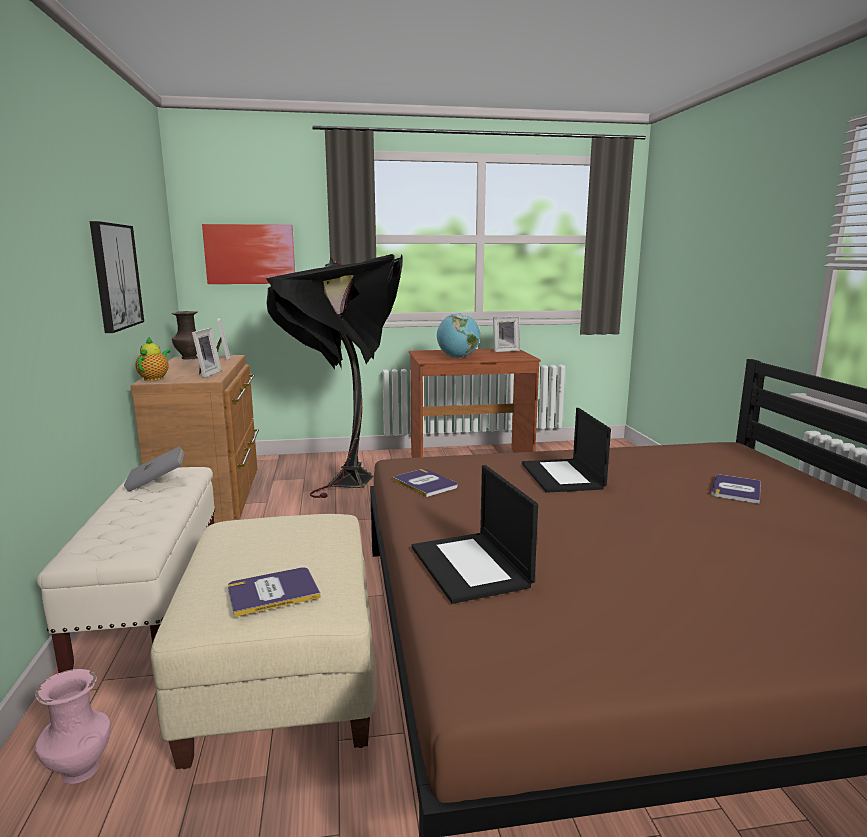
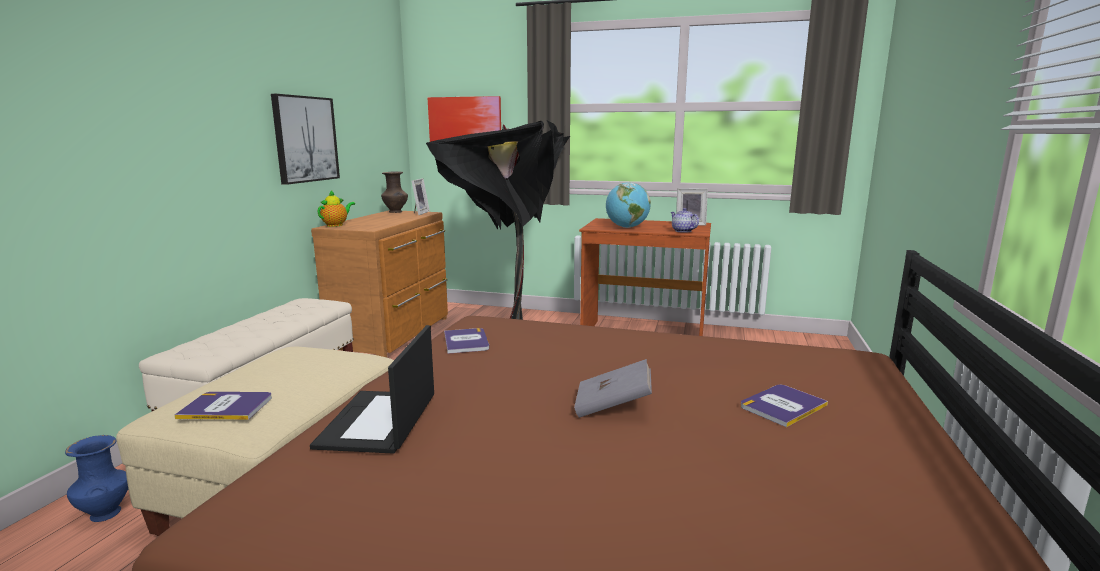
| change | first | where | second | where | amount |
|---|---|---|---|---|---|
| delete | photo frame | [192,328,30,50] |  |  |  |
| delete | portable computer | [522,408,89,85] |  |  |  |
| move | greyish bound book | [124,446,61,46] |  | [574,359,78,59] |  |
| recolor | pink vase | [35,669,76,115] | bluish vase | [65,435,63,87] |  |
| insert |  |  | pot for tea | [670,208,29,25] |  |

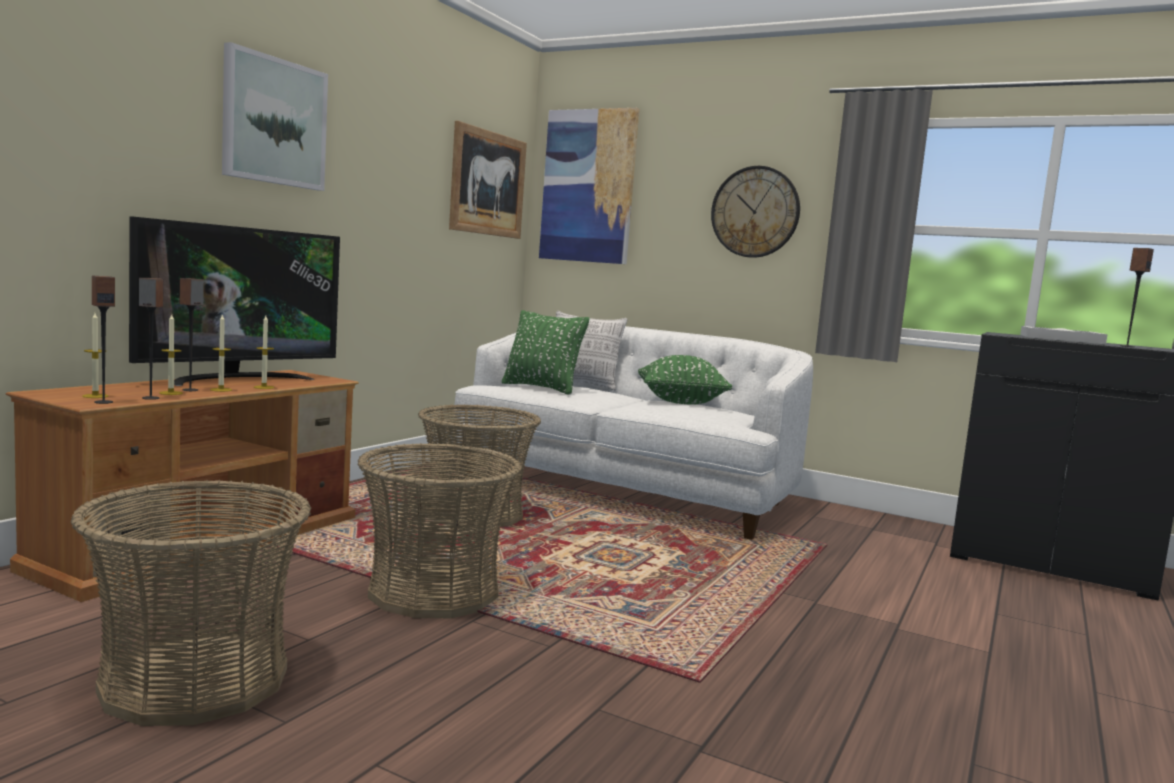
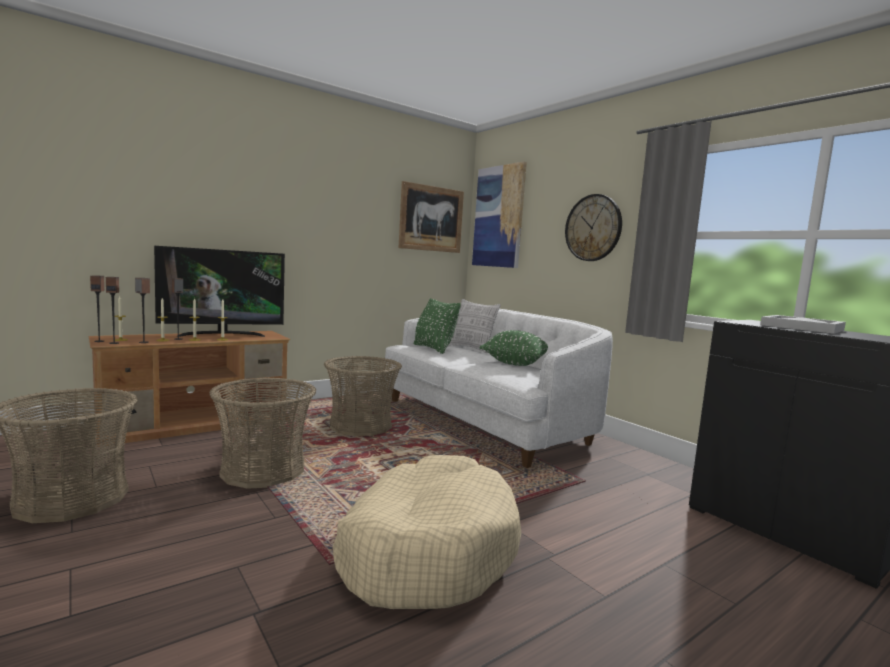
| change | first | where | second | where | amount |
|---|---|---|---|---|---|
| delete | picture | [222,42,106,149] |  |  |  |
| move | audio speaker | [1120,248,34,99] |  | [90,275,15,67] |  |
| insert |  |  | beige-coloured dog cushion | [333,455,188,154] |  |

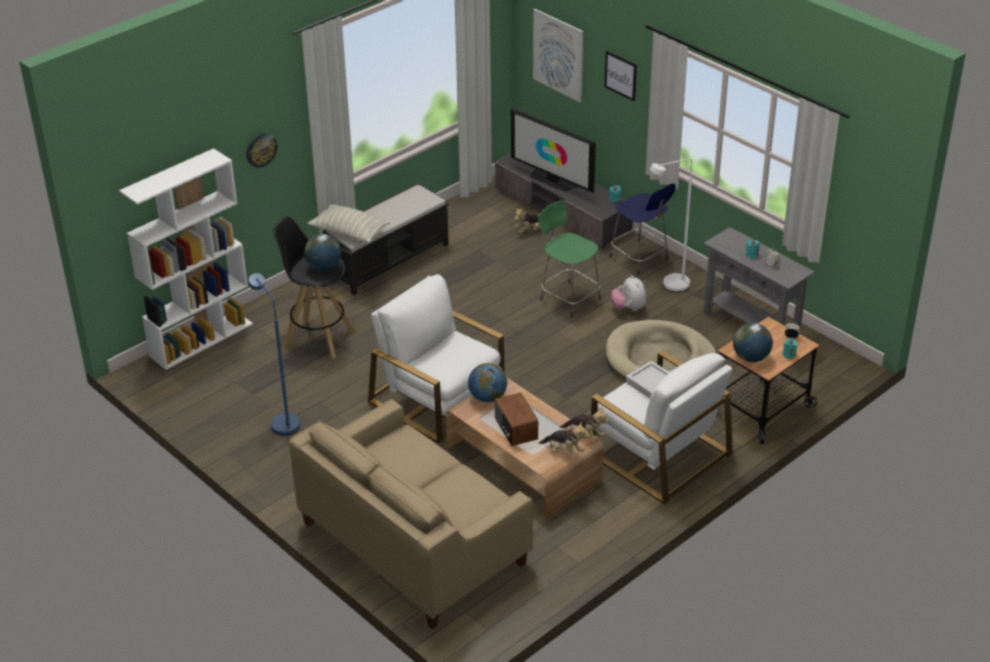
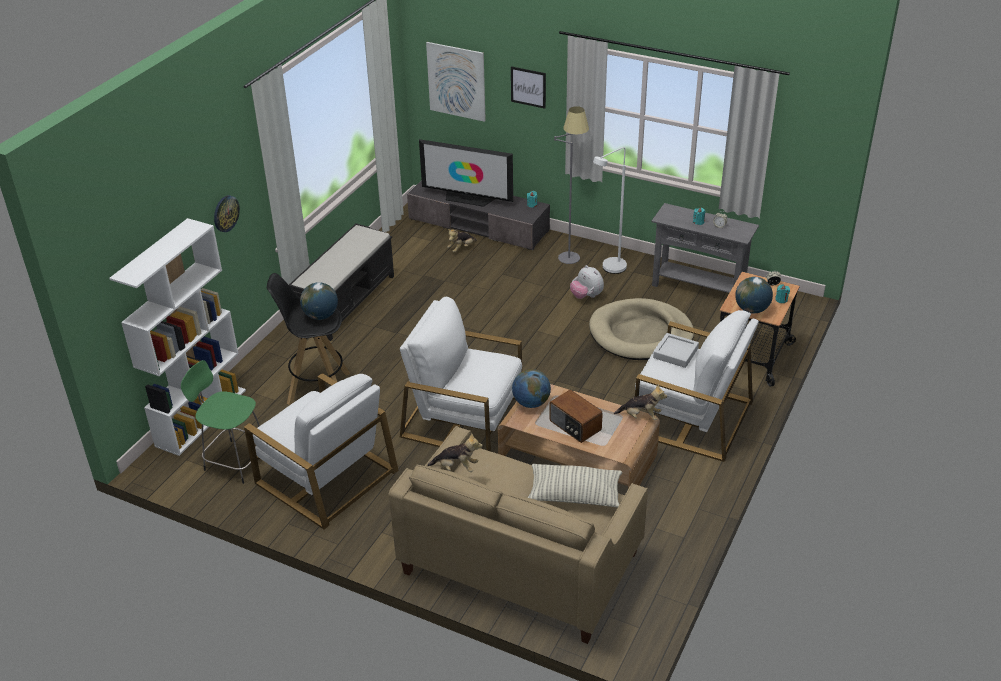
| change | first | where | second | where | amount |
|---|---|---|---|---|---|
| replace | bluish sitting stool | [610,184,66,91] | greyish standing lamp | [554,106,35,158] |  |
| move | green-coloured sitting stool | [538,201,63,117] |  | [181,360,79,124] |  |
| move | cushion | [307,204,83,39] |  | [528,464,94,44] |  |
| replace | bluish standing lamp | [248,273,52,162] | whitish armchair | [244,373,155,156] |  |
| move | soft toy | [538,421,51,37] |  | [427,432,56,40] |  |

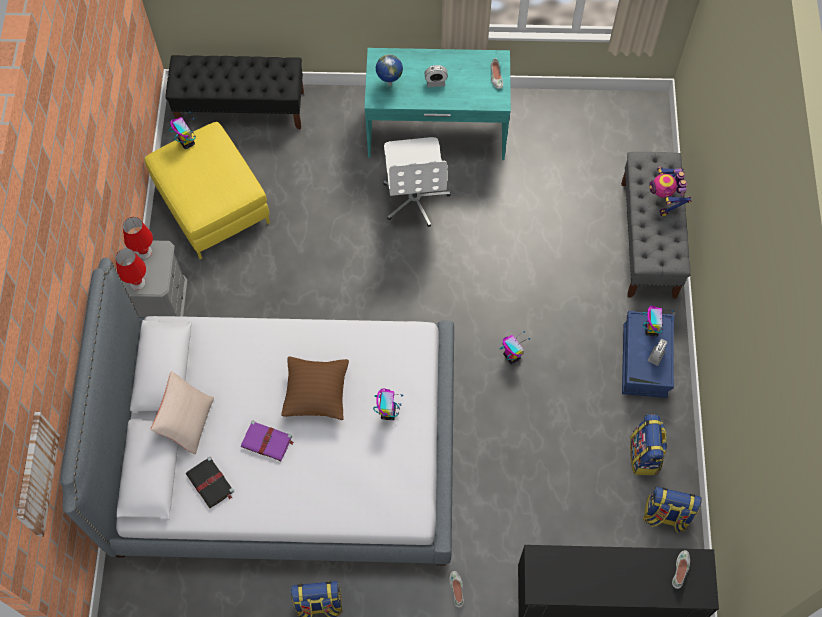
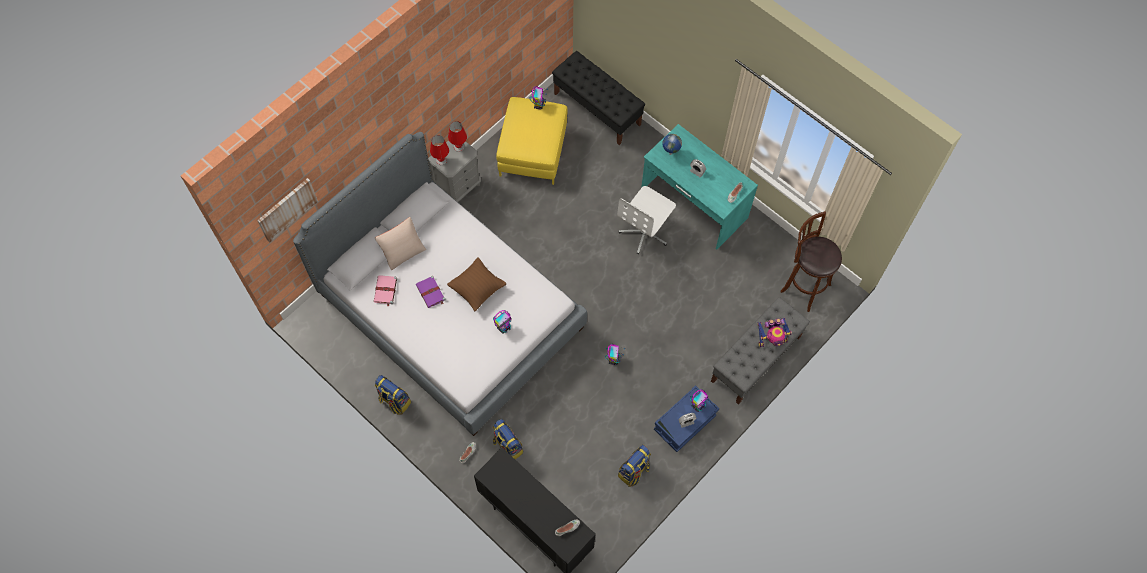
| change | first | where | second | where | amount |
|---|---|---|---|---|---|
| rotate | toy robot | [649,167,43,49] |  | [757,318,35,29] | 135 degrees counterclockwise |
| recolor | black-coloured bound book | [186,457,49,51] | pink bound book | [374,275,23,31] |  |
| move | knapsack | [643,487,59,46] |  | [492,419,31,40] |  |
| insert |  |  | brown-coloured sitting stool | [781,212,61,100] |  |

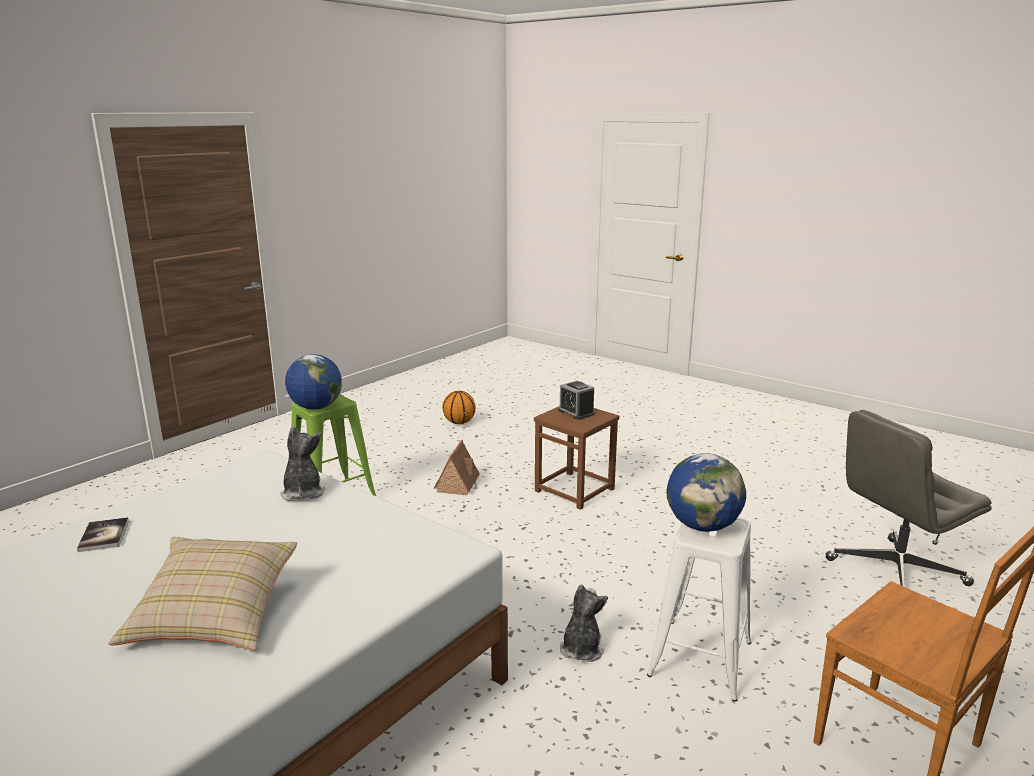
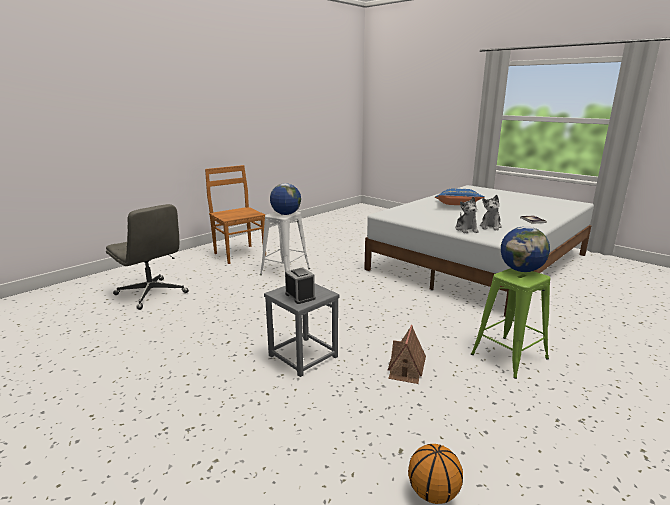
| change | first | where | second | where | amount |
|---|---|---|---|---|---|
| recolor | brown-coloured sitting stool | [534,406,85,104] | greyish sitting stool | [264,284,75,93] |  |
| rotate | greyish office chair | [825,410,167,177] |  | [106,204,83,106] | 60 degrees clockwise |
| recolor | beige-coloured cushion | [108,537,189,113] | bluish cushion | [435,189,50,16] |  |
| move | soft toy | [560,584,48,78] |  | [480,195,22,36] |  |

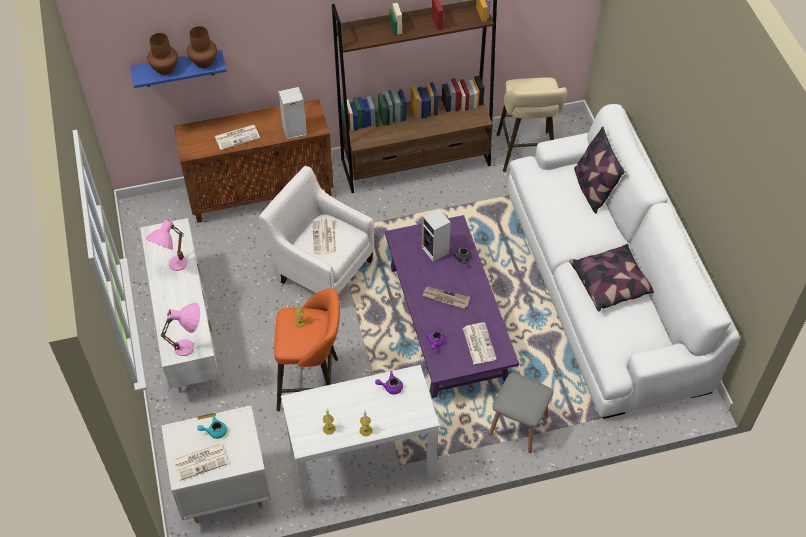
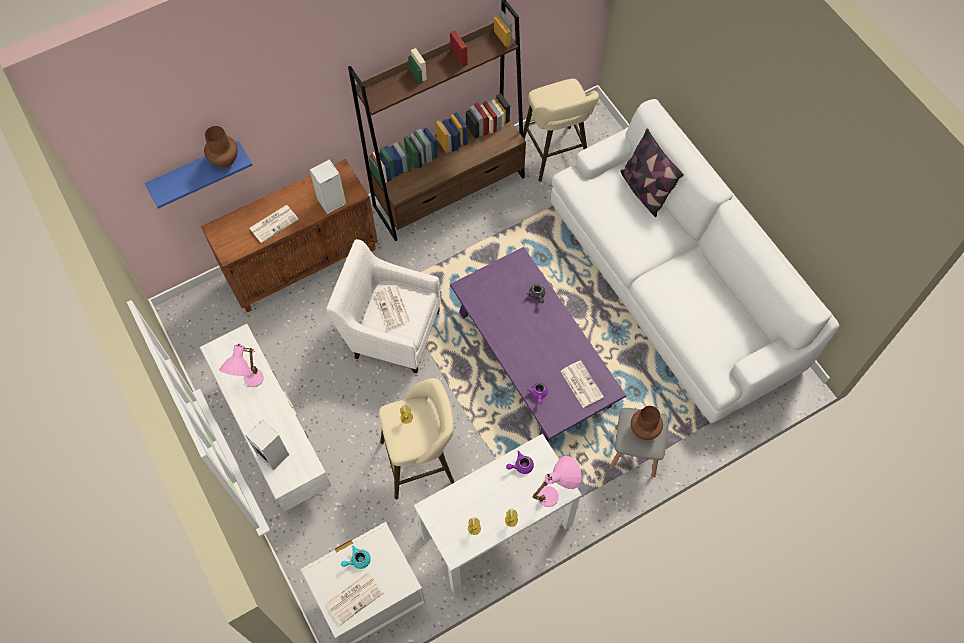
| change | first | where | second | where | amount |
|---|---|---|---|---|---|
| move | brown-coloured vase | [147,33,31,42] |  | [631,406,32,34] |  |
| move | audio speaker | [422,208,29,54] |  | [245,420,44,50] |  |
| delete | cushion | [569,244,85,67] |  |  |  |
| delete | printed paper | [422,287,48,22] |  |  |  |
| recolor | orange sitting stool | [274,288,66,123] | beige-coloured sitting stool | [379,378,75,121] |  |
| move | pink lamp for a table | [161,303,39,53] |  | [532,456,50,51] |  |

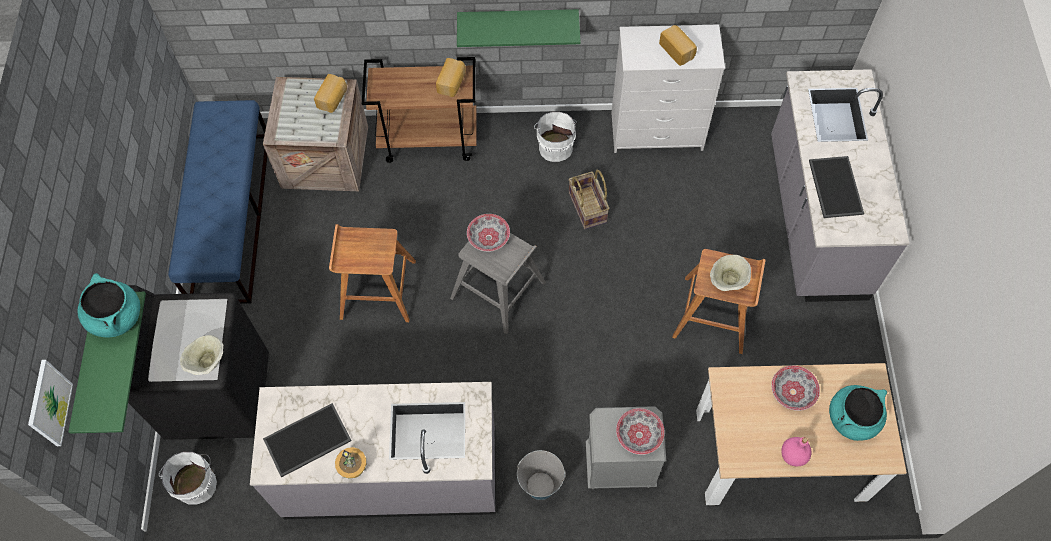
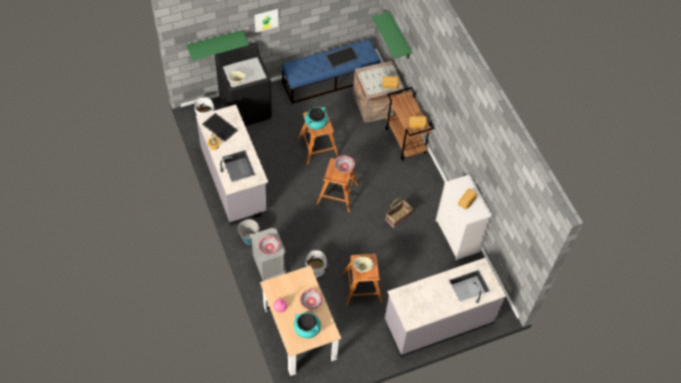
| change | first | where | second | where | amount |
|---|---|---|---|---|---|
| move | green-coloured bracket shelf | [457,9,124,38] |  | [372,12,41,47] |  |
| move | whitish bucket | [534,112,43,50] |  | [305,250,24,28] |  |
| move | tray | [809,156,55,62] |  | [325,46,34,22] |  |
| recolor | greyish sitting stool | [450,233,96,101] | brown-coloured sitting stool | [317,158,41,54] |  |
| move | turquoise-coloured stockpot | [77,273,63,65] |  | [305,107,23,23] |  |
| move | picture | [28,360,45,86] |  | [255,9,23,23] |  |

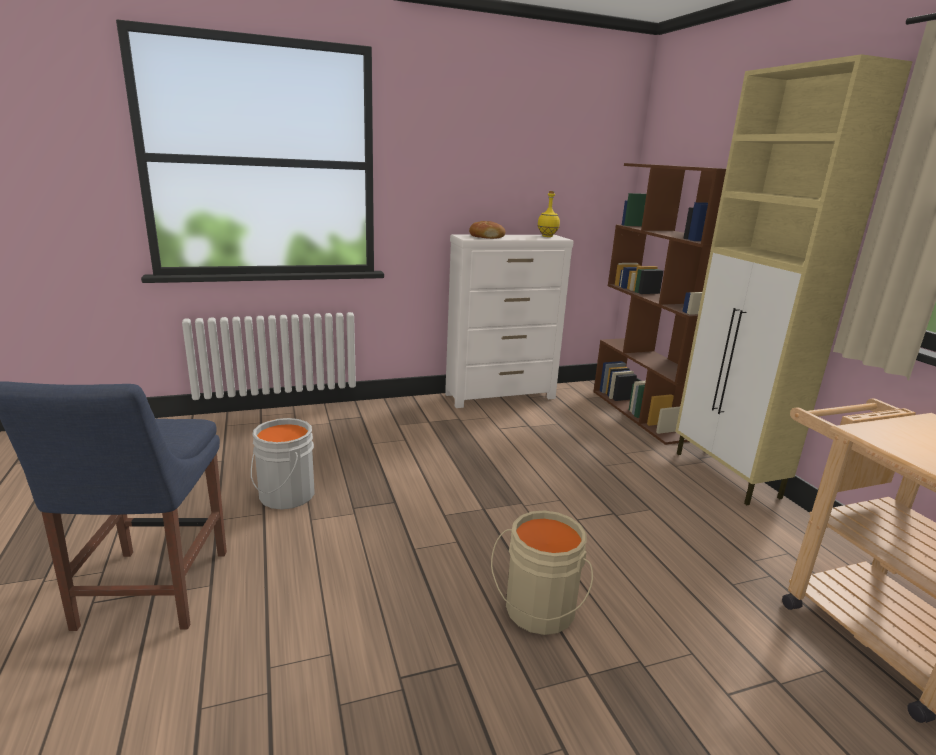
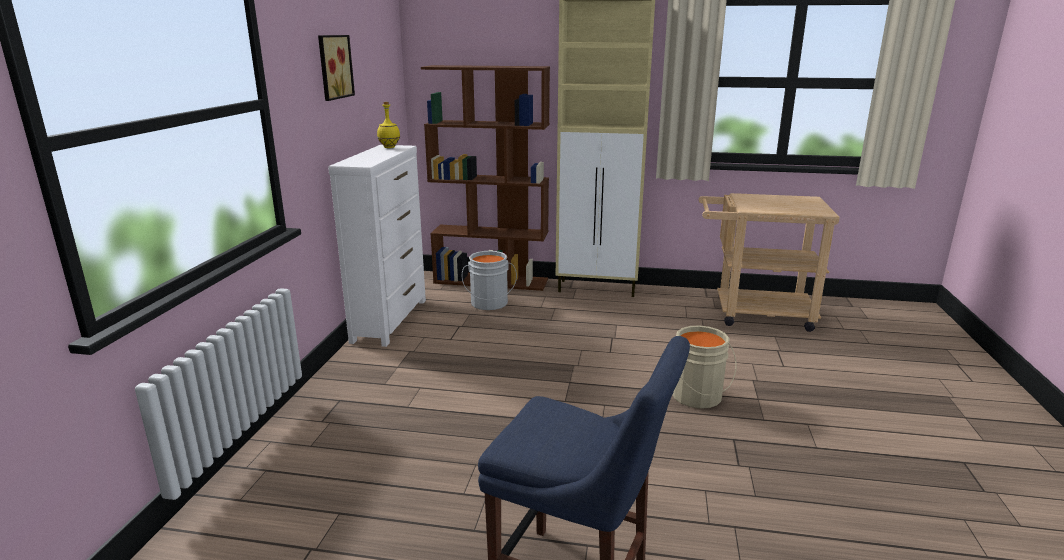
| change | first | where | second | where | amount |
|---|---|---|---|---|---|
| delete | bakery bread | [469,221,36,18] |  |  |  |
| move | greyish bucket | [251,418,64,92] |  | [462,251,55,59] |  |
| insert |  |  | picture | [318,35,37,66] |  |

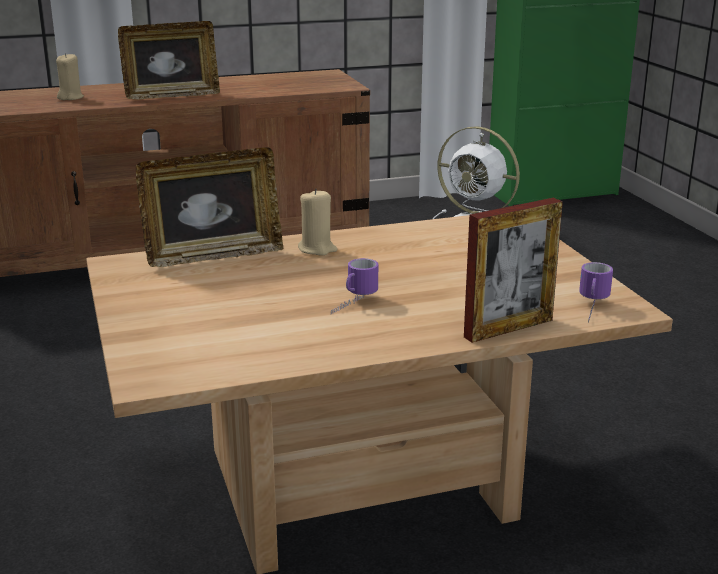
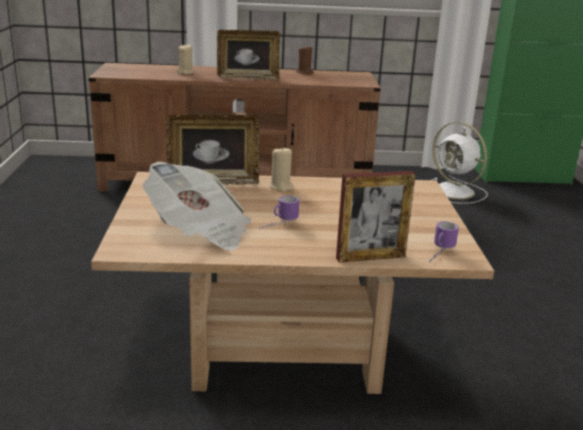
| change | first | where | second | where | amount |
|---|---|---|---|---|---|
| insert |  |  | brown-coloured candle | [296,46,18,28] |  |
| insert |  |  | printed paper | [143,162,108,88] |  |

